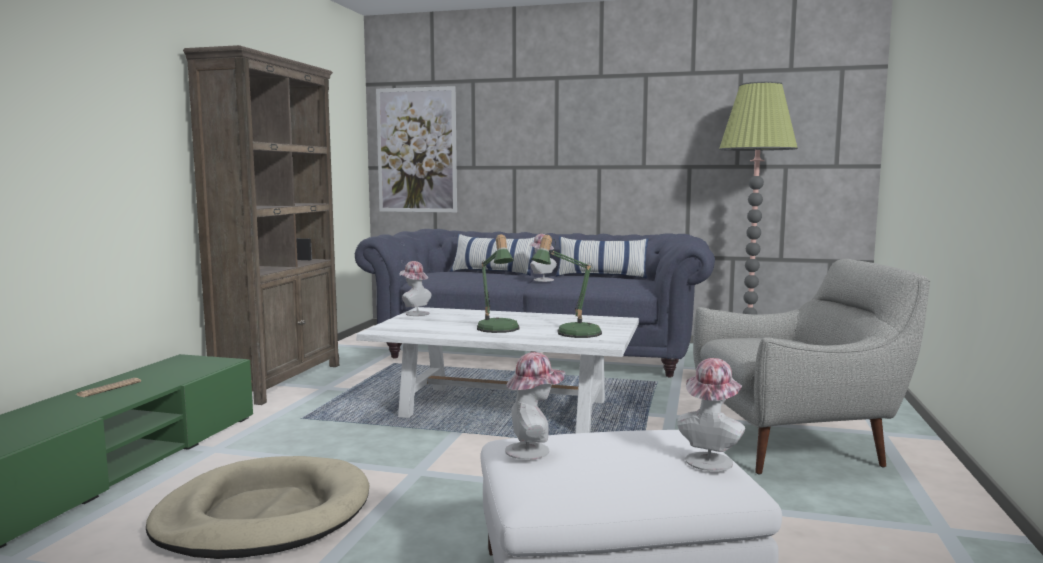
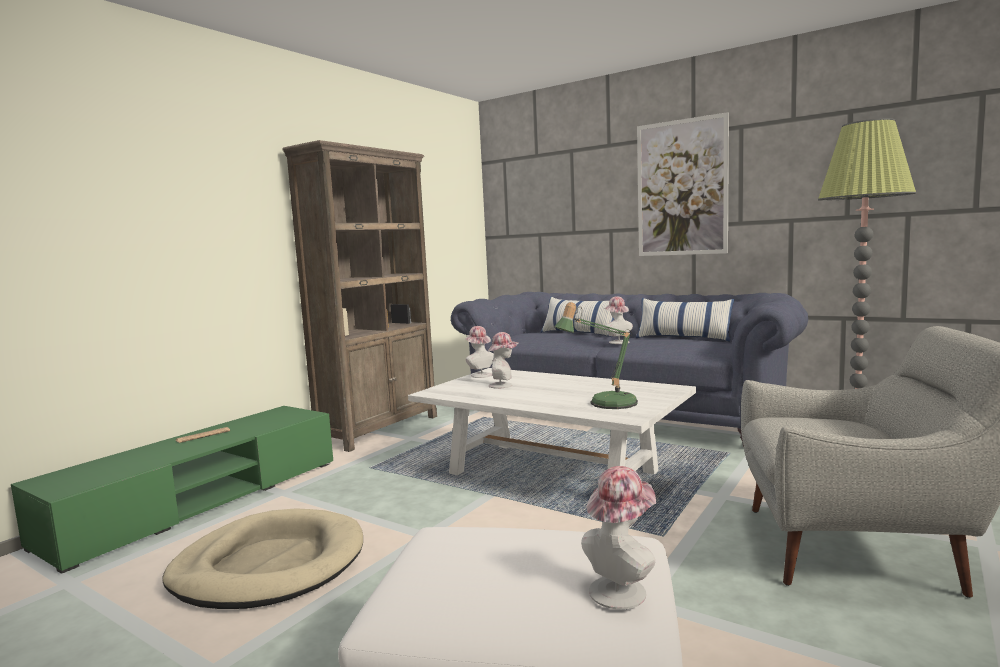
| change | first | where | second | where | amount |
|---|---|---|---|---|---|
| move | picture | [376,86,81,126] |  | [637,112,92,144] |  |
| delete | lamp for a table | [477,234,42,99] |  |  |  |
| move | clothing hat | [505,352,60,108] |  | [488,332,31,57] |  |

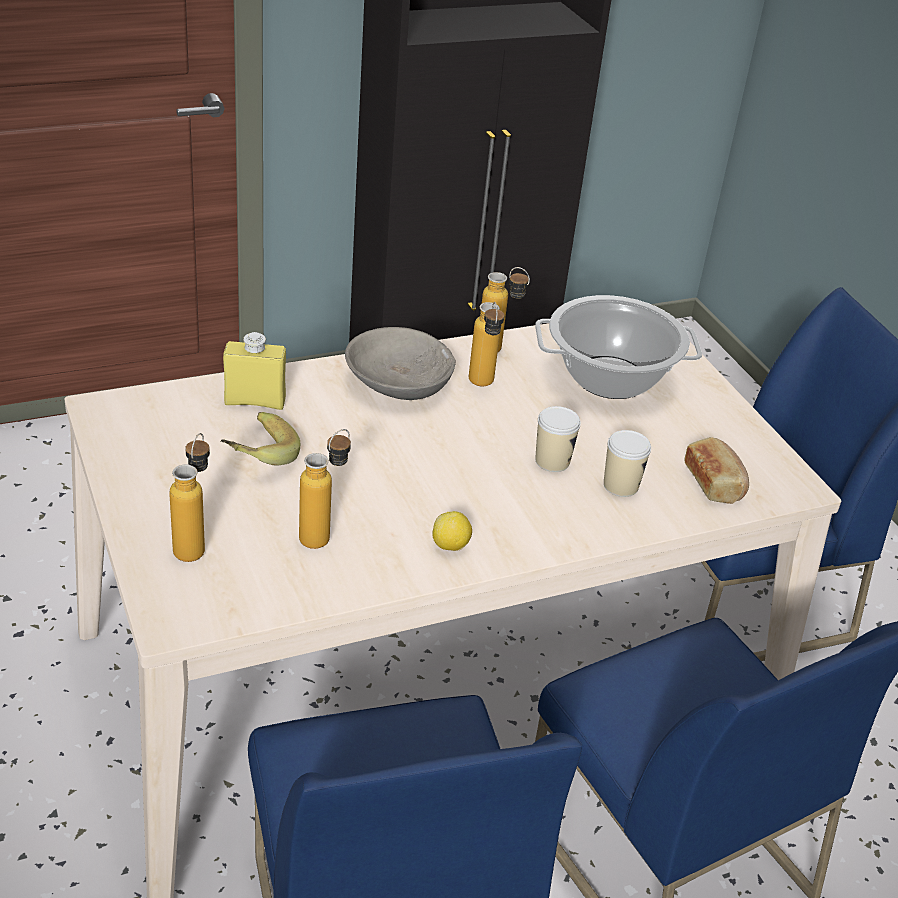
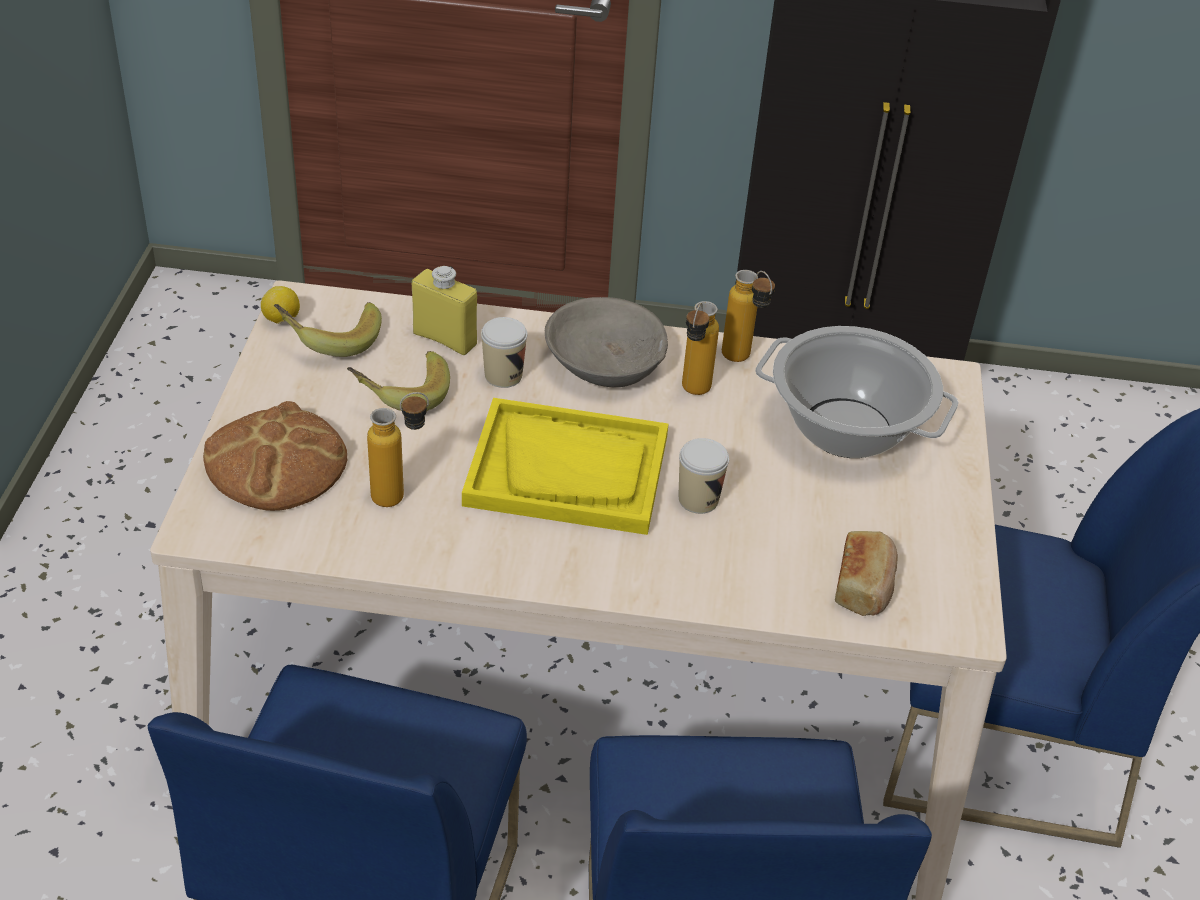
| change | first | where | second | where | amount |
|---|---|---|---|---|---|
| move | small cup | [604,430,47,67] |  | [481,317,46,71] |  |
| replace | drink bottle | [169,433,41,129] | bakery bread | [203,401,144,110] |  |
| move | whole lemon | [433,511,39,40] |  | [261,286,39,38] |  |
| insert |  |  | banana | [274,302,108,55] |  |
| insert |  |  | yellow-coloured tray | [462,398,207,137] |  |

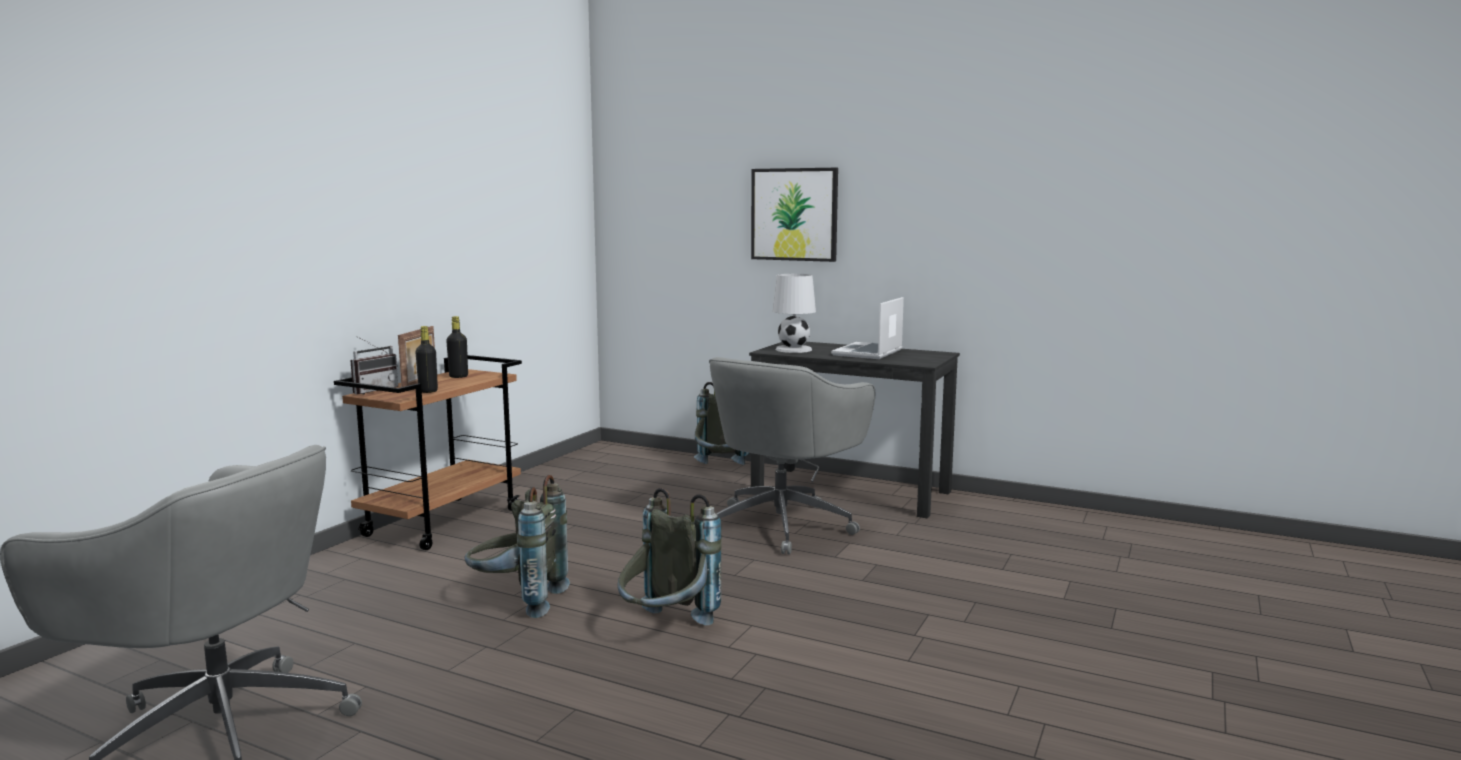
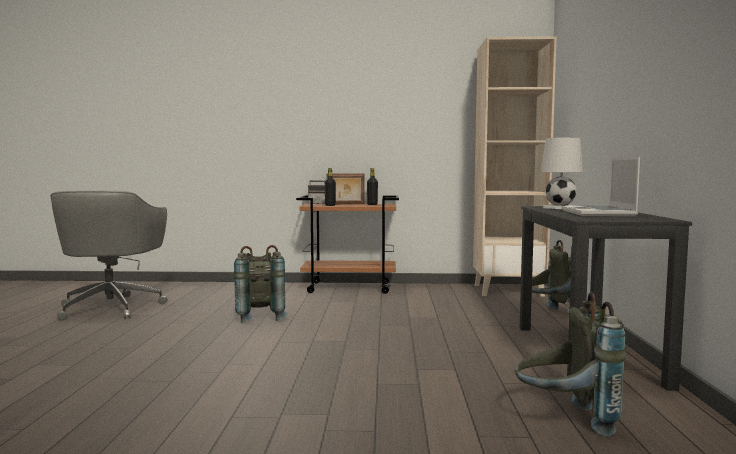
| change | first | where | second | where | amount |
|---|---|---|---|---|---|
| delete | picture | [751,168,87,94] |  |  |  |
| rotate | portable computer | [831,297,73,62] |  | [562,157,78,59] | 90 degrees counterclockwise |
| delete | greyish office chair | [709,357,166,198] |  |  |  |
| move | greyish knapsack | [617,488,105,137] |  | [515,292,111,144] |  |
| insert |  |  | beige-coloured bookcase | [473,36,84,261] |  |

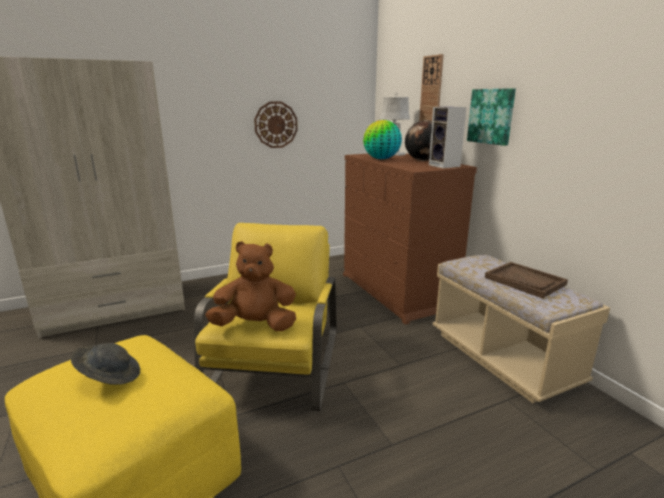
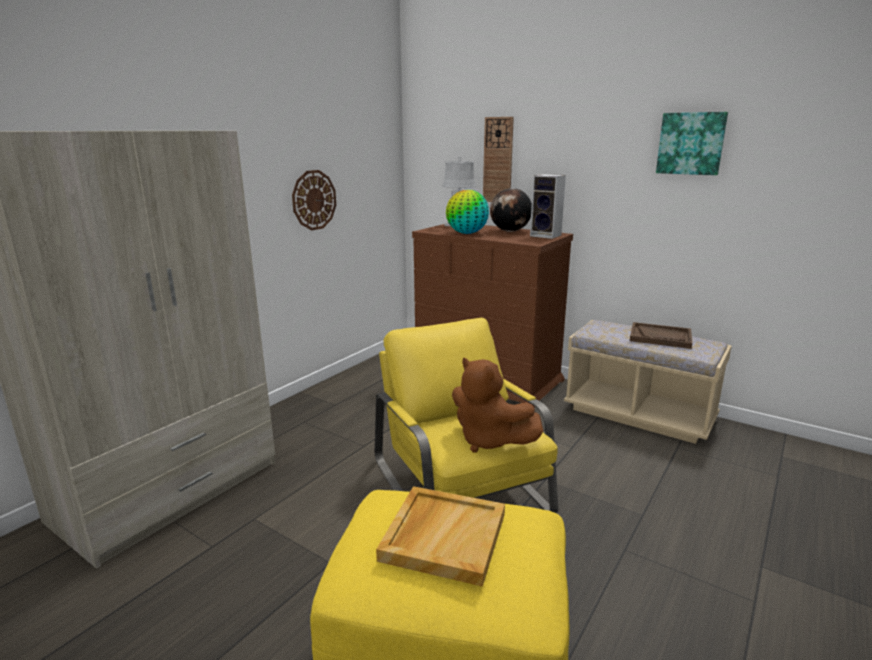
| change | first | where | second | where | amount |
|---|---|---|---|---|---|
| move | picture | [467,88,49,58] |  | [656,112,72,63] |  |
| rotate | brown-coloured soft toy | [205,241,91,90] |  | [452,357,91,96] | 105 degrees counterclockwise |
| replace | greyish clothing hat | [71,343,69,42] | beige-coloured tray | [376,486,129,101] |  |

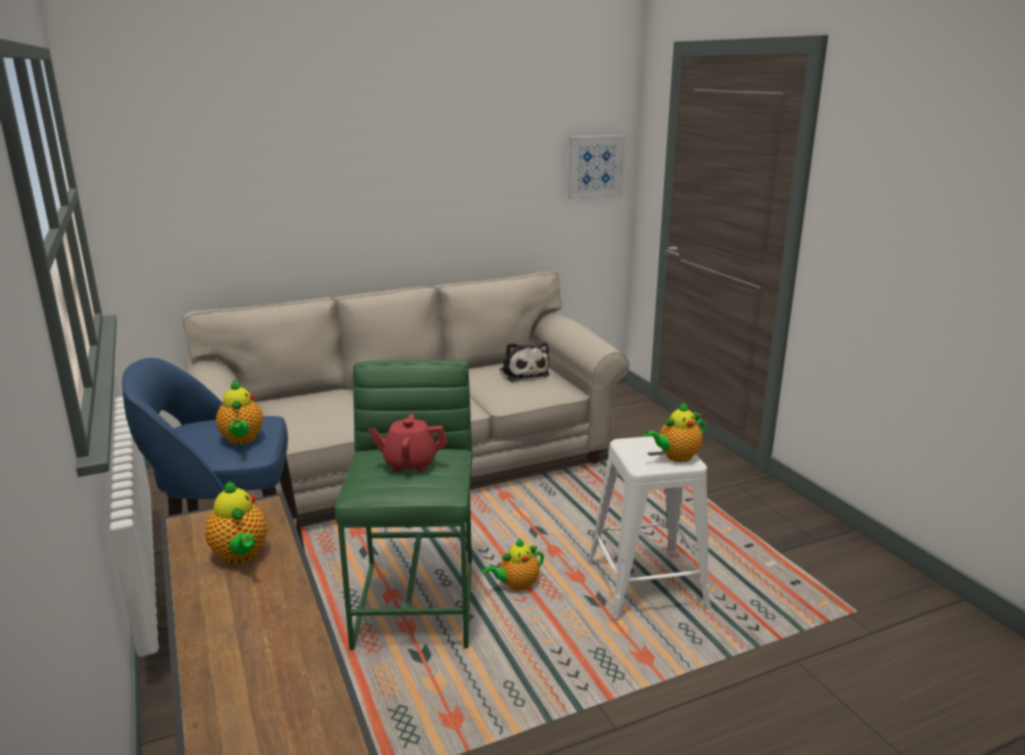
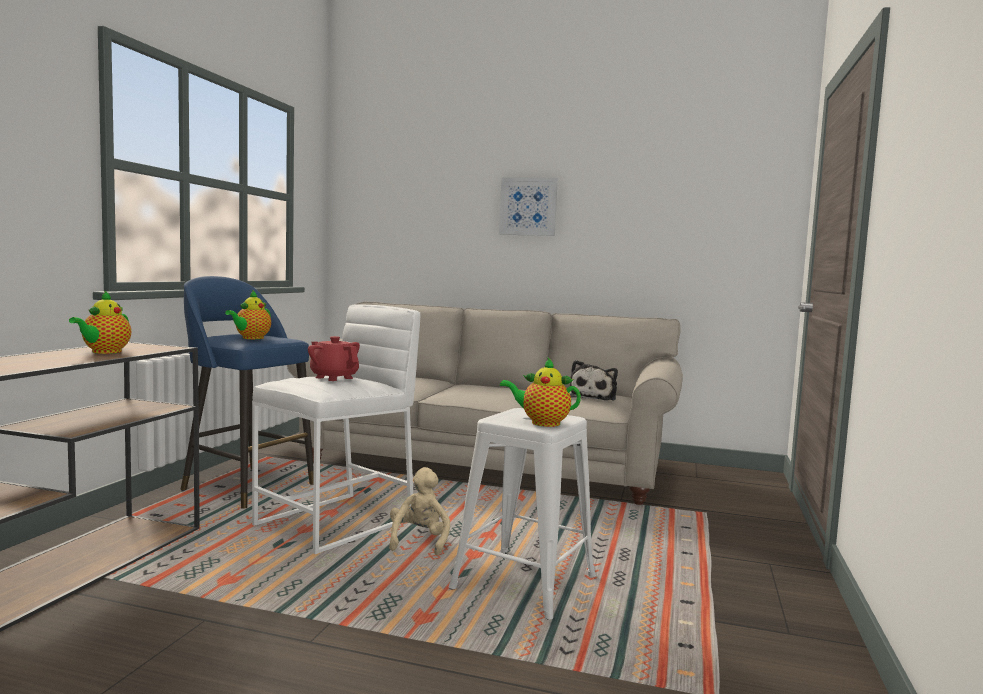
| change | first | where | second | where | amount |
|---|---|---|---|---|---|
| move | picture | [568,135,56,64] |  | [499,178,59,58] |  |
| recolor | green-coloured sitting stool | [335,360,137,290] | whitish sitting stool | [252,304,168,250] |  |
| replace | pot for tea | [482,538,62,53] | beige-coloured soft toy | [389,467,61,88] |  |

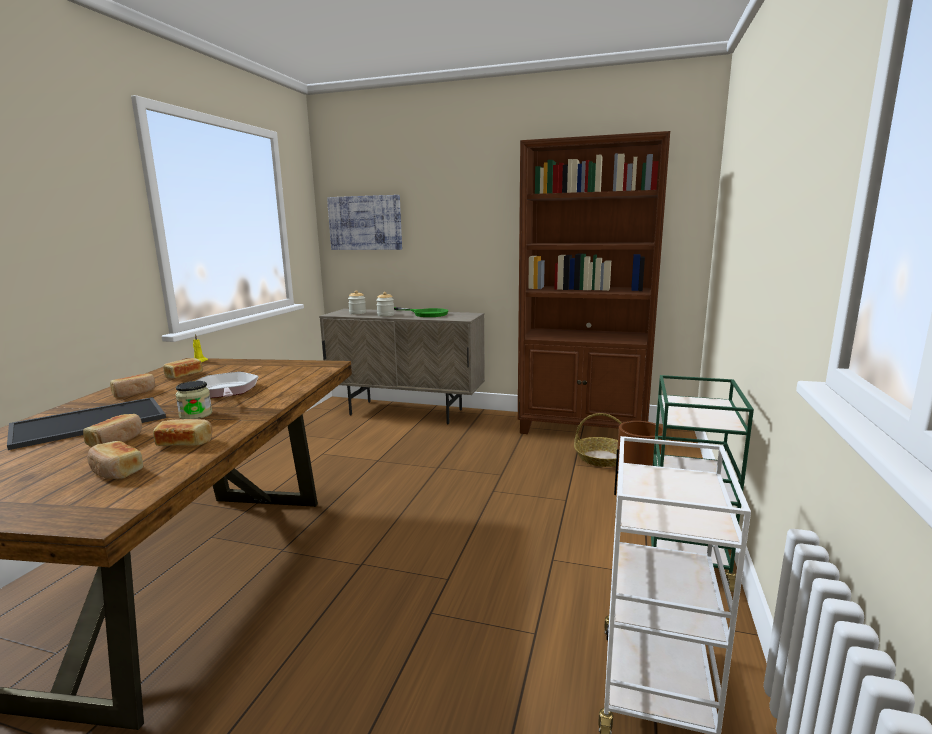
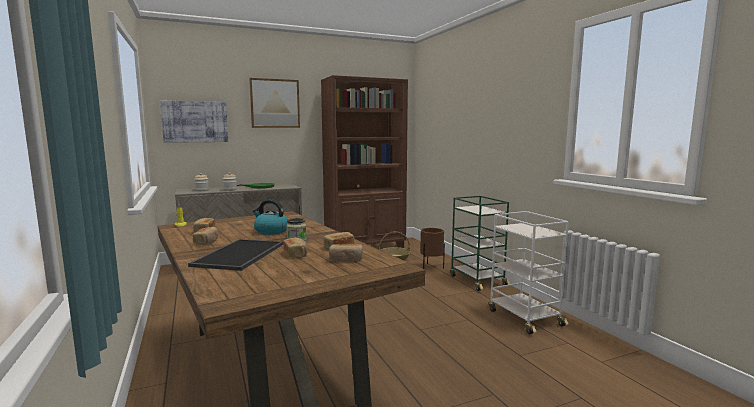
| change | first | where | second | where | amount |
|---|---|---|---|---|---|
| replace | skillet | [196,372,63,26] | water kettle | [253,199,35,36] |  |
| insert |  |  | picture | [249,78,51,50] |  |

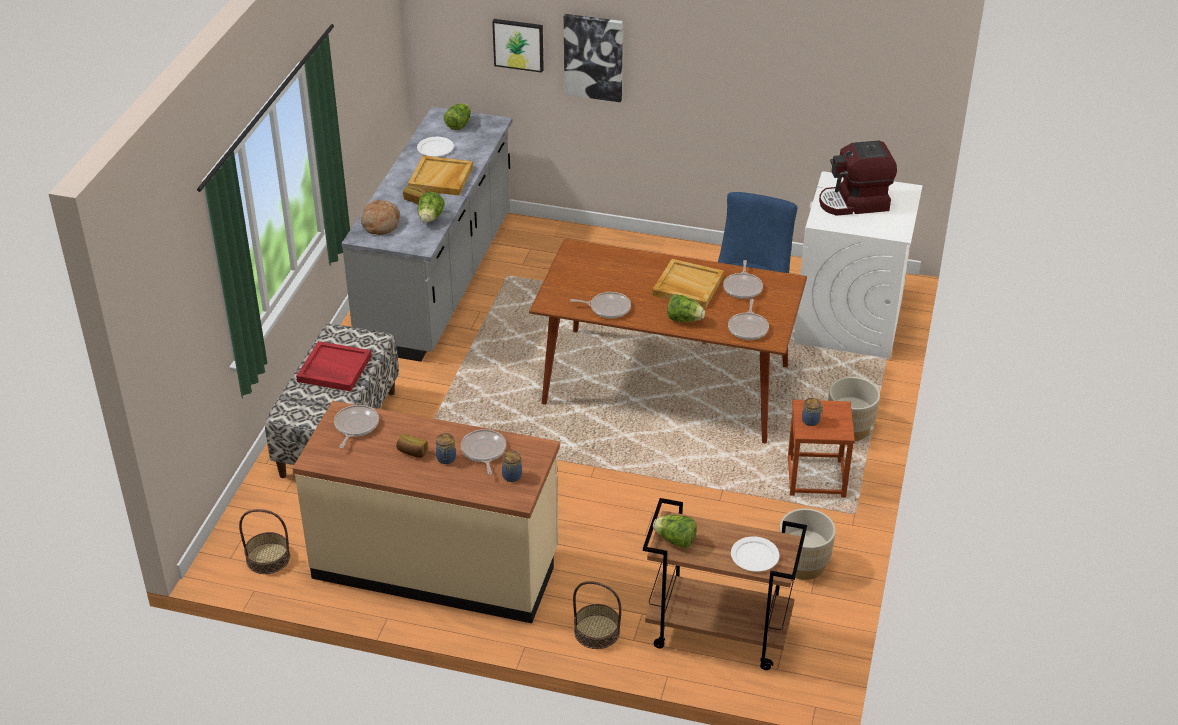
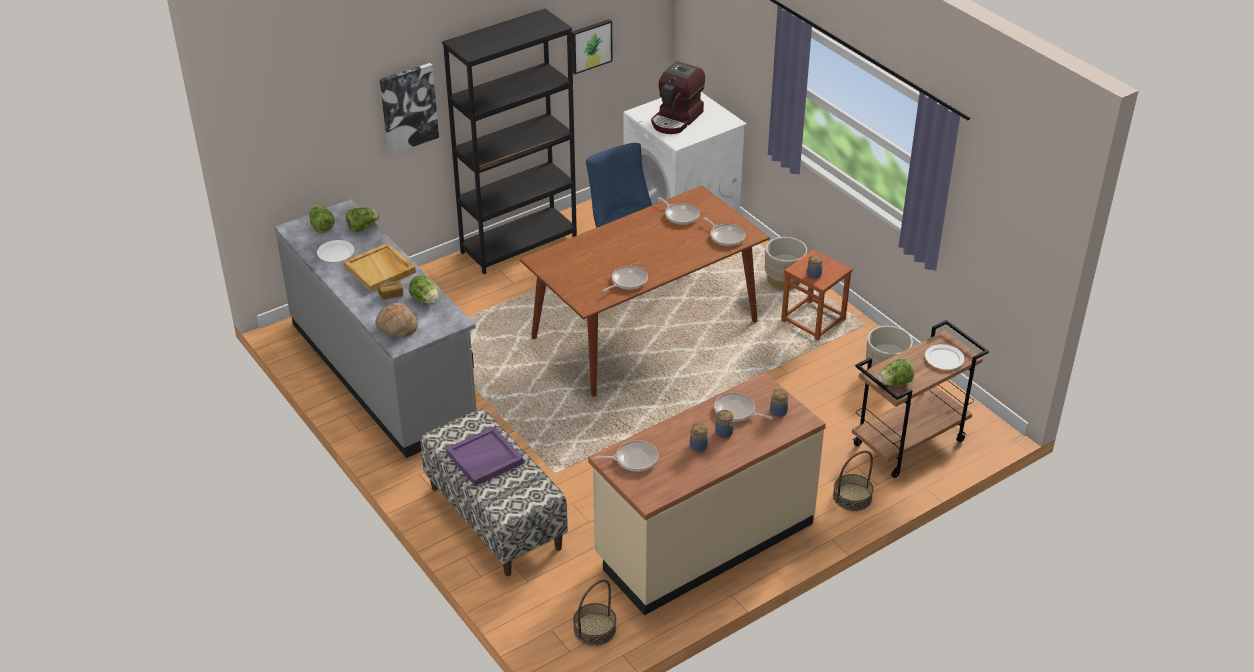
| change | first | where | second | where | amount |
|---|---|---|---|---|---|
| move | picture | [492,19,52,54] |  | [572,19,41,55] |  |
| delete | beige-coloured tray | [653,259,71,49] |  |  |  |
| move | lettuce head | [667,294,38,28] |  | [346,208,34,24] |  |
| recolor | red tray | [296,341,76,51] | purple-coloured tray | [446,427,78,59] |  |
| rotate | skillet | [334,405,45,43] |  | [594,440,65,32] | 120 degrees clockwise |
| replace | bakery bread | [396,433,32,25] | storage jar | [690,423,18,29] |  |
| insert |  |  | black-coloured bookcase | [442,8,135,266] |  |

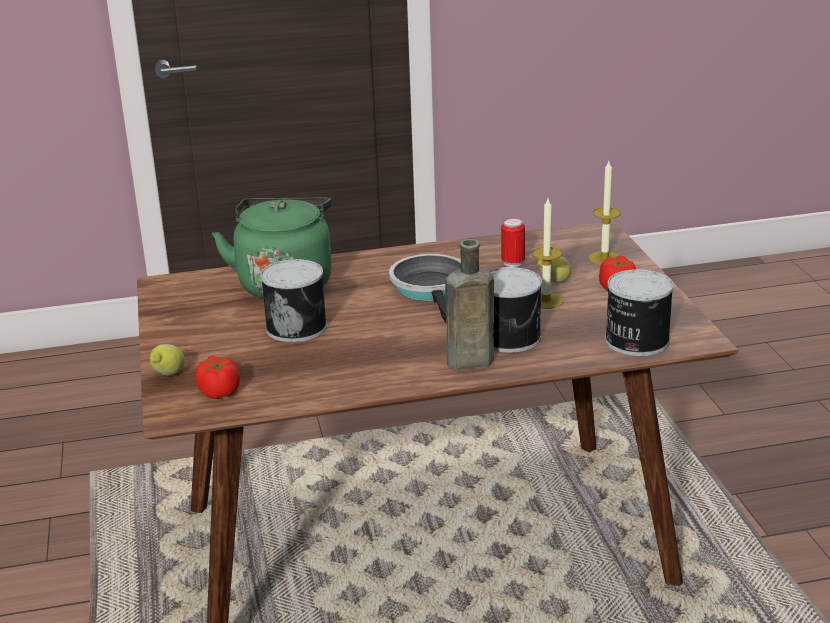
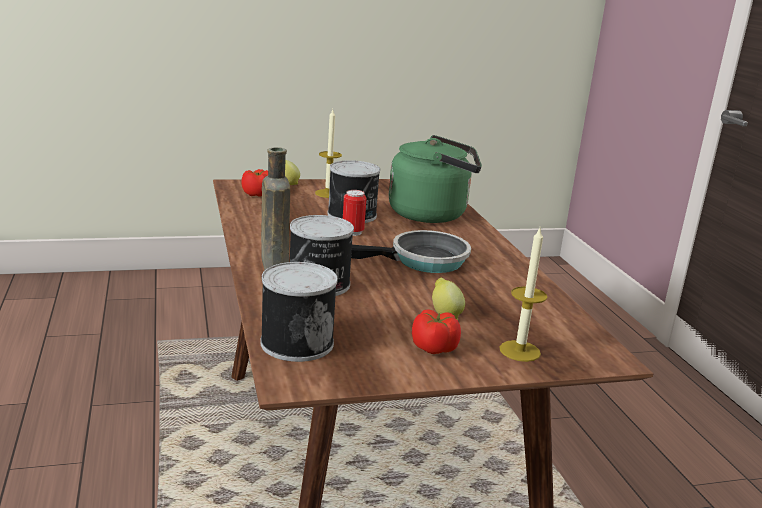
| change | first | where | second | where | amount |
|---|---|---|---|---|---|
| move | candle | [532,199,32,110] |  | [315,110,27,88] |  |
| move | sealed can | [501,218,24,49] |  | [343,190,24,46] |  |

